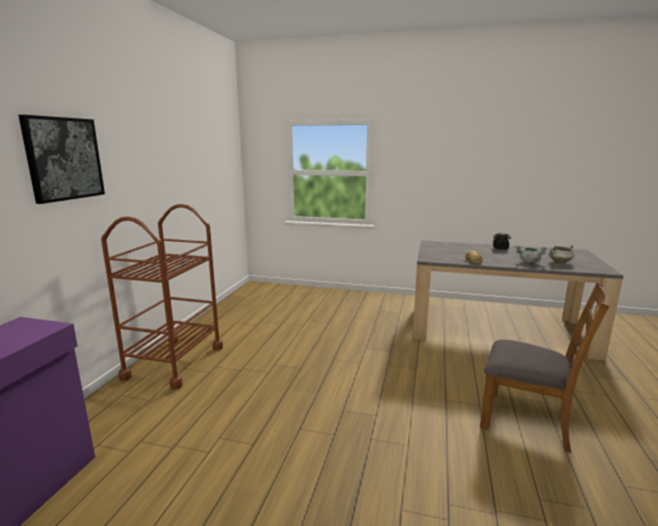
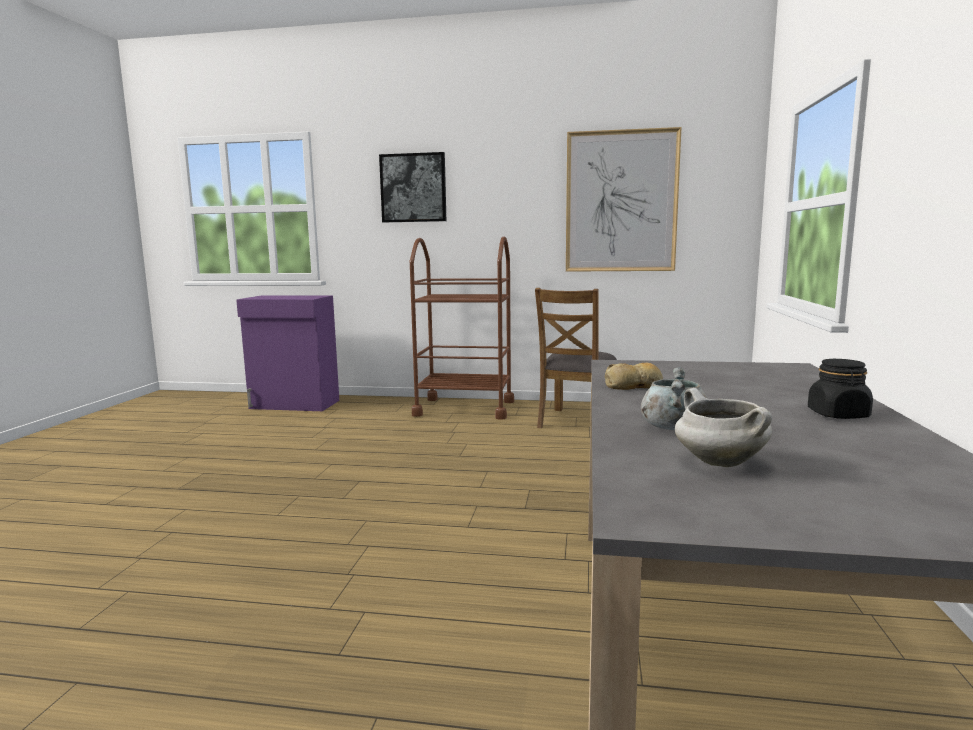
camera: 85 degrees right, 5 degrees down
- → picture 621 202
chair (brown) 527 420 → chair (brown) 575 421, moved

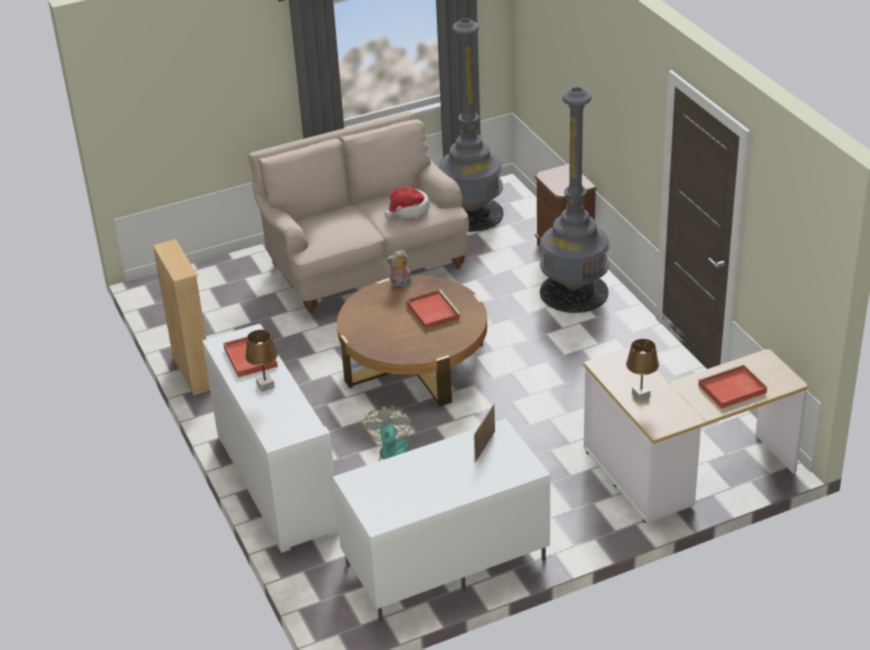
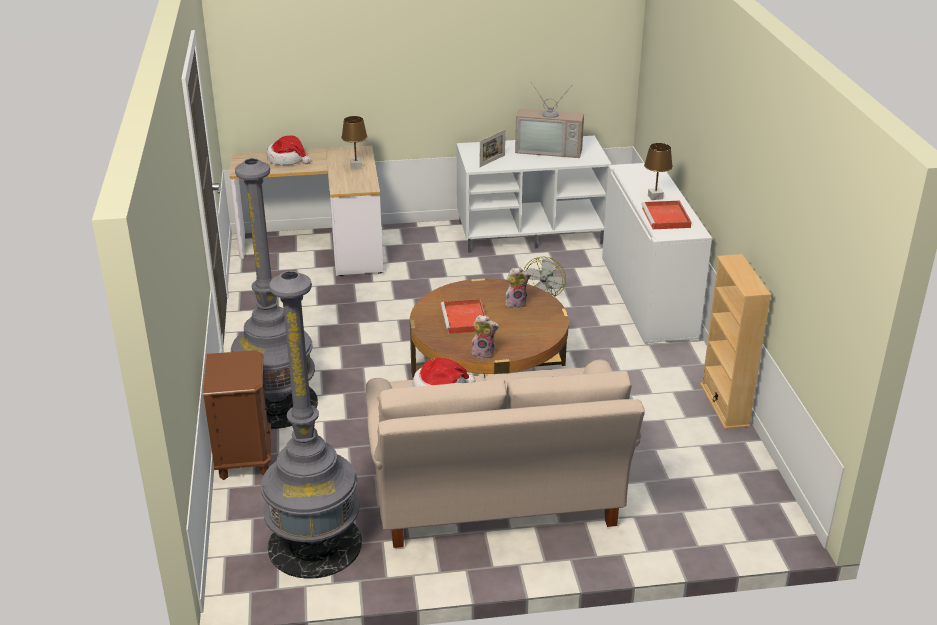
camera: 165 degrees left, 5 degrees down
- → plush toy 516 303
- → television 549 149
tray (red) 731 389 → hat 287 159

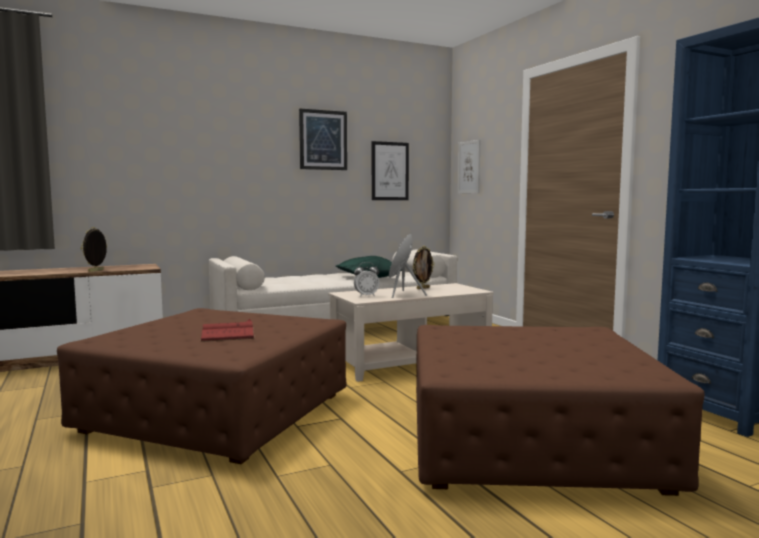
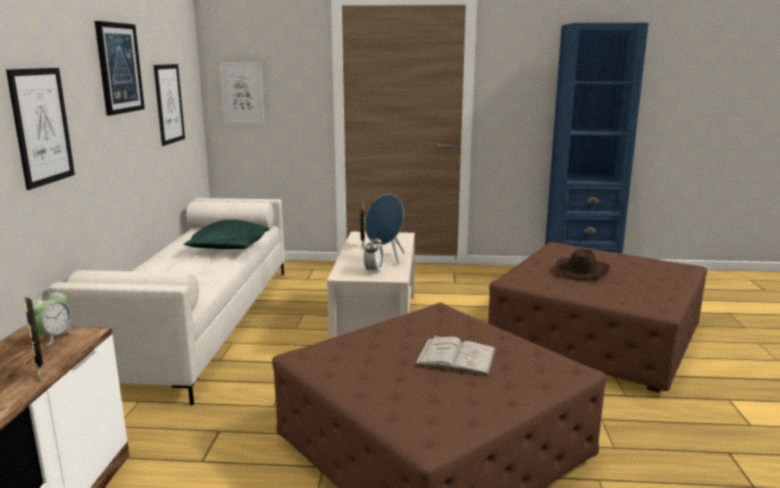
camera: 60 degrees left, 10 degrees up
- → picture 42 126
- → alarm clock 54 337
- → hat (brown) 582 271
book (red) 228 332 → book (white) 455 358

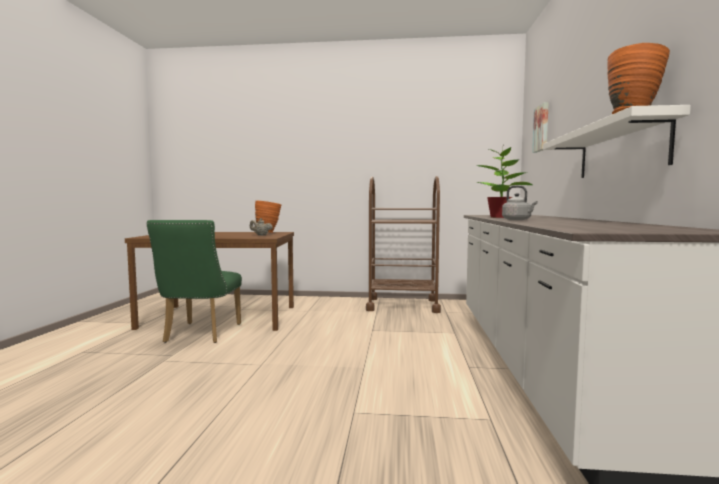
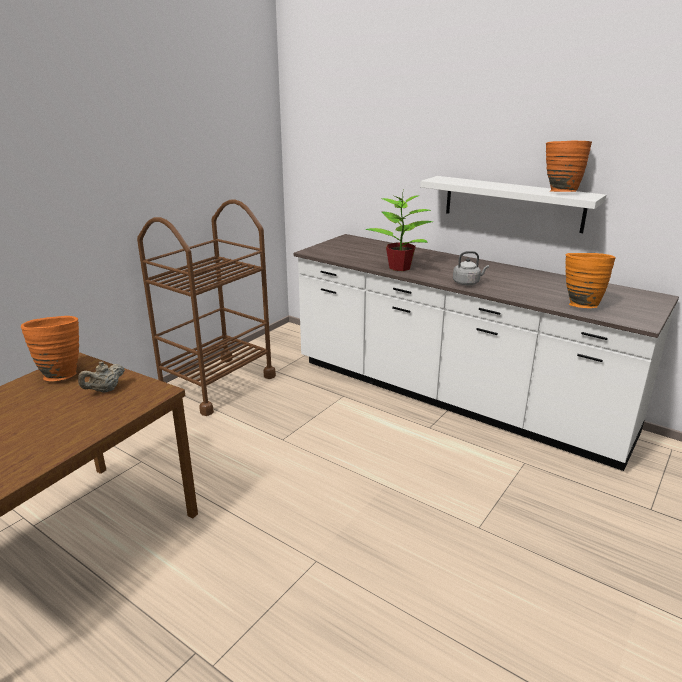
camera: 60 degrees left, 20 degrees up
chair (green) 199 335 → -
picture 542 128 → -
- → vase (orange) 580 304

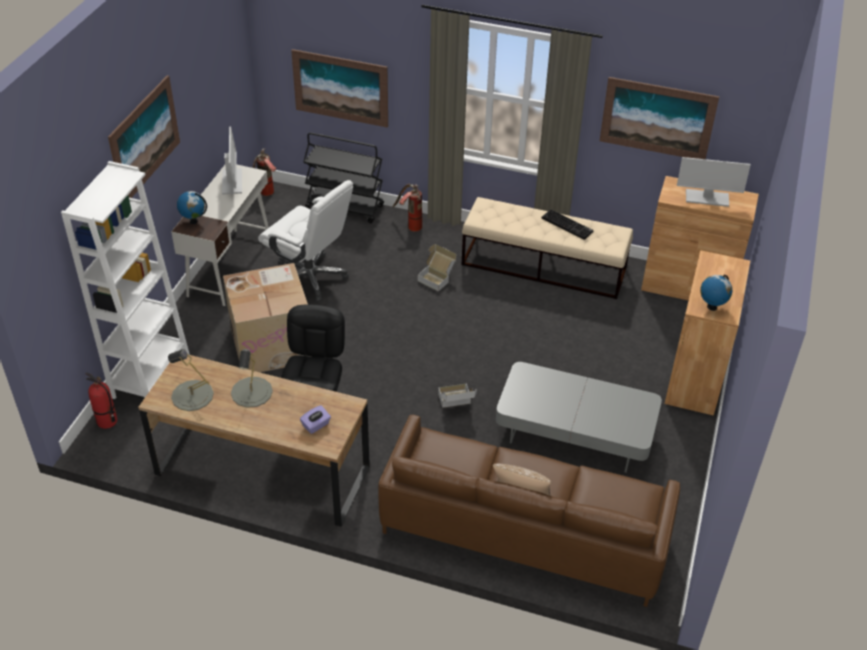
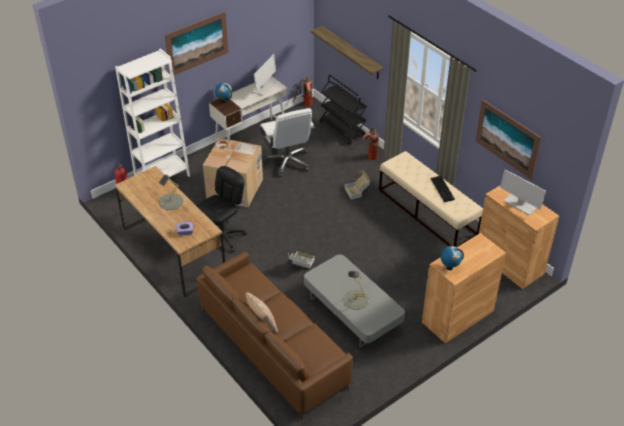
camera: 35 degrees right, 0 degrees up
table lamp (grey) 192 395 → table lamp (grey) 355 299, moved
picture 340 88 → shelf 351 53

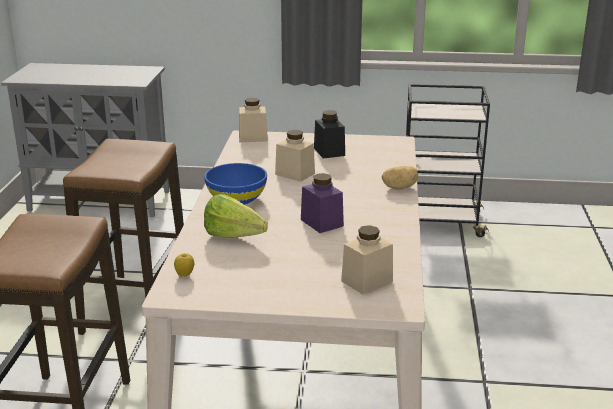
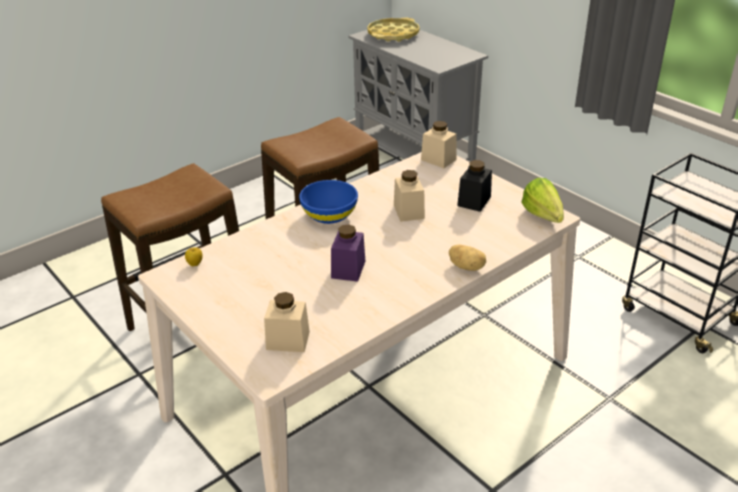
camera: 45 degrees right, 10 degrees up
- → tray (yellow) 393 34
lettuce 237 238 → lettuce 544 218, moved

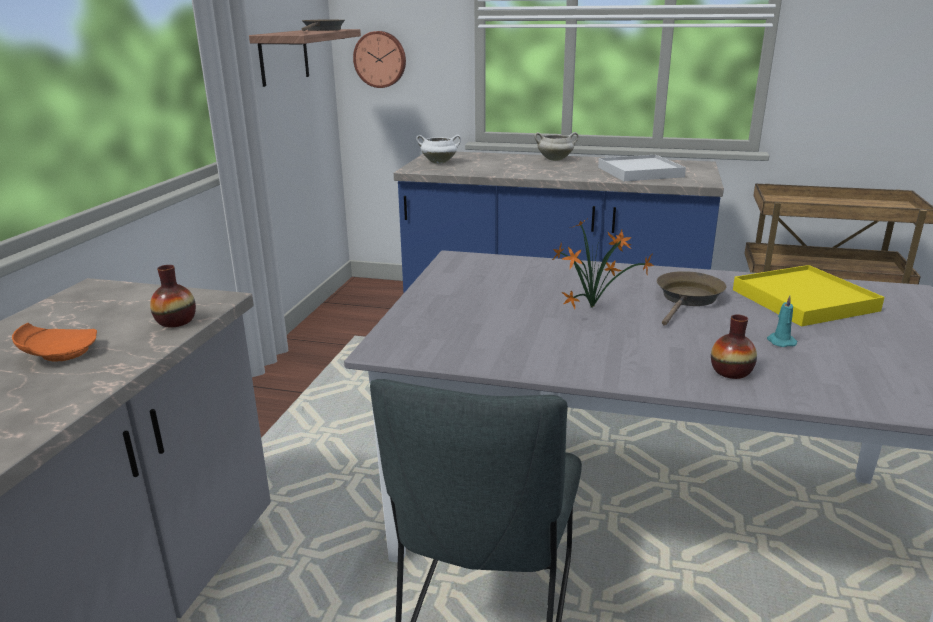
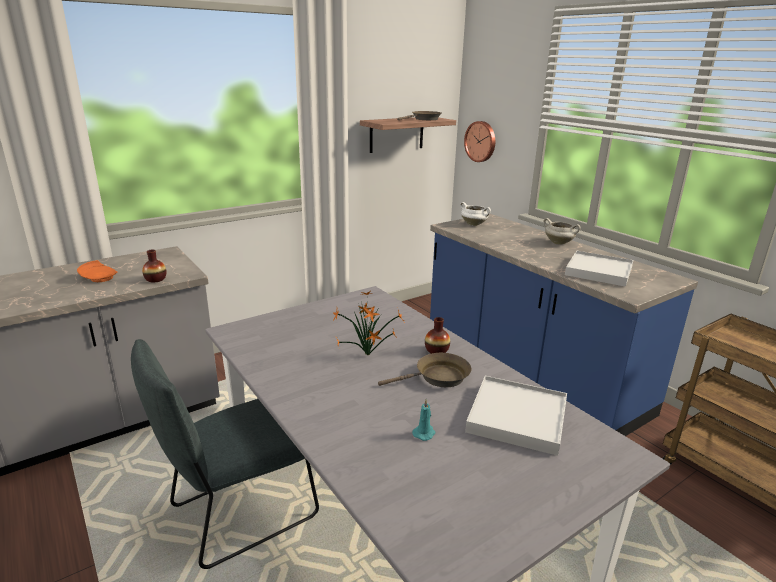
camera: 40 degrees right, 0 degrees up
vase 731 371 → vase 436 350, moved
tray (yellow) 804 300 → tray (white) 517 417

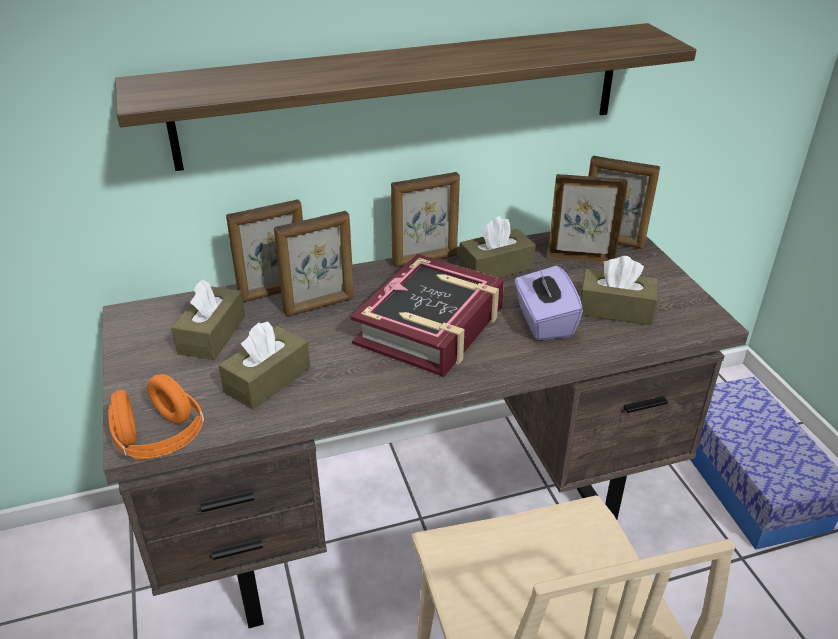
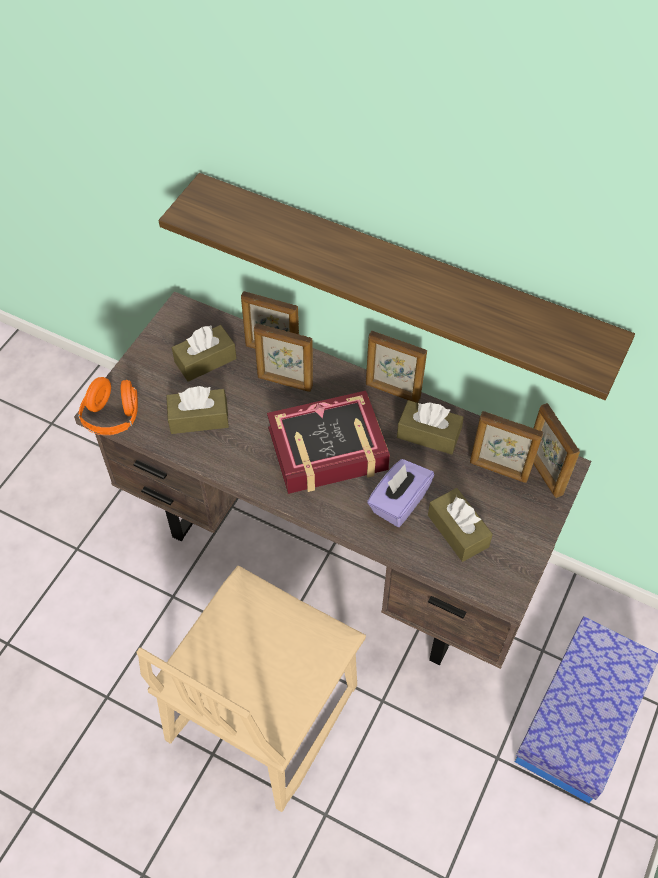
camera: 45 degrees right, 20 degrees up
picture frame 580 258 → picture frame 499 470, 150 degrees clockwise

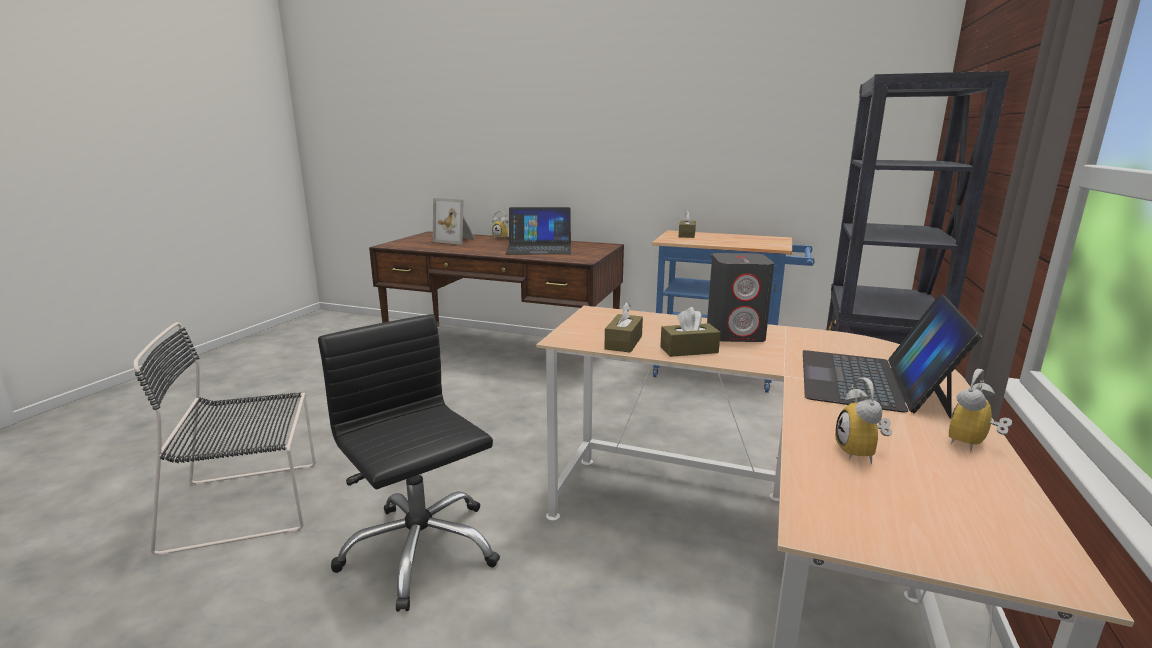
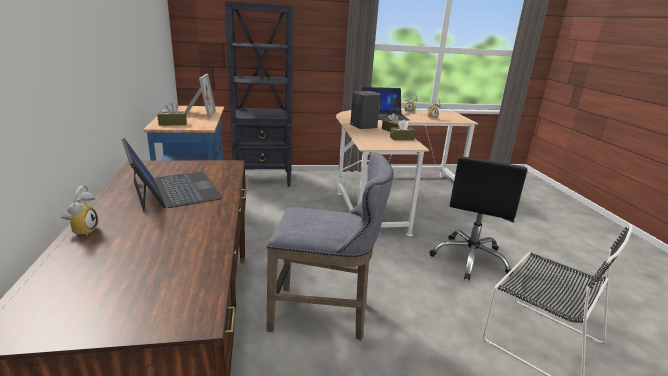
camera: 120 degrees left, 5 degrees up
- → stool (grey) 325 315
picture frame 456 240 → picture frame 198 113, moved

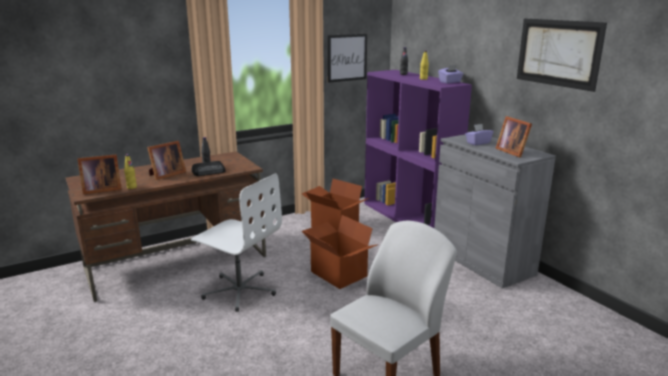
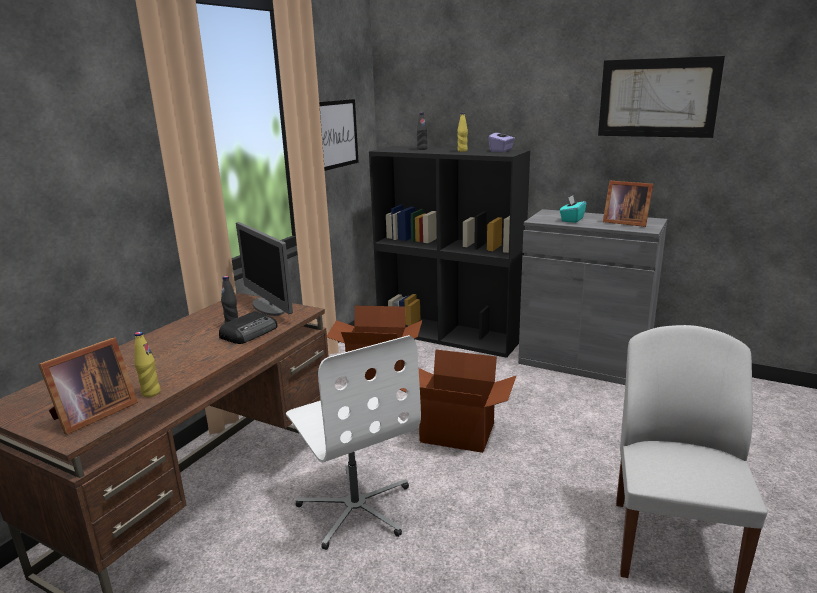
camera: 30 degrees left, 0 degrees up
picture frame 166 175 → -
- → monitor 268 307
bookcase (purple) 409 218 → bookcase (black) 450 335
tissue box (purple) 478 143 → tissue box (turquoise) 572 219
office chair (white) 240 290 → office chair (white) 356 507, 60 degrees clockwise

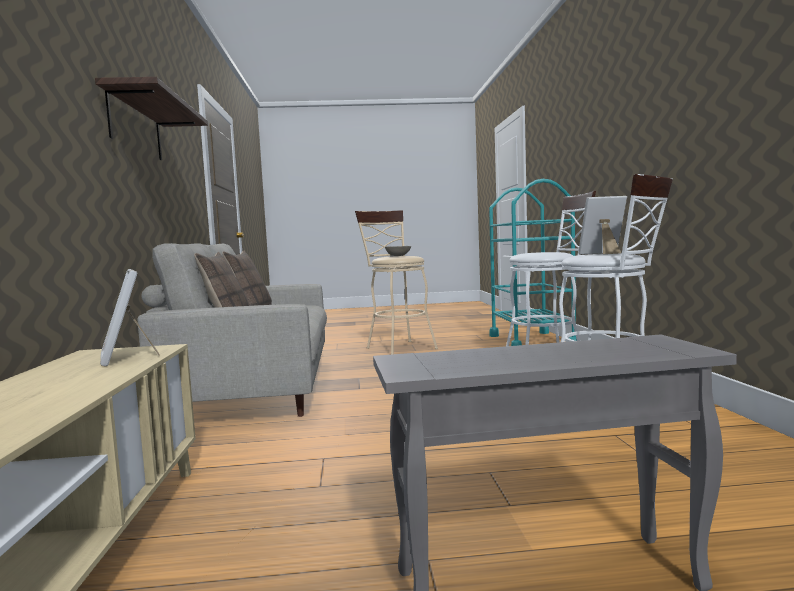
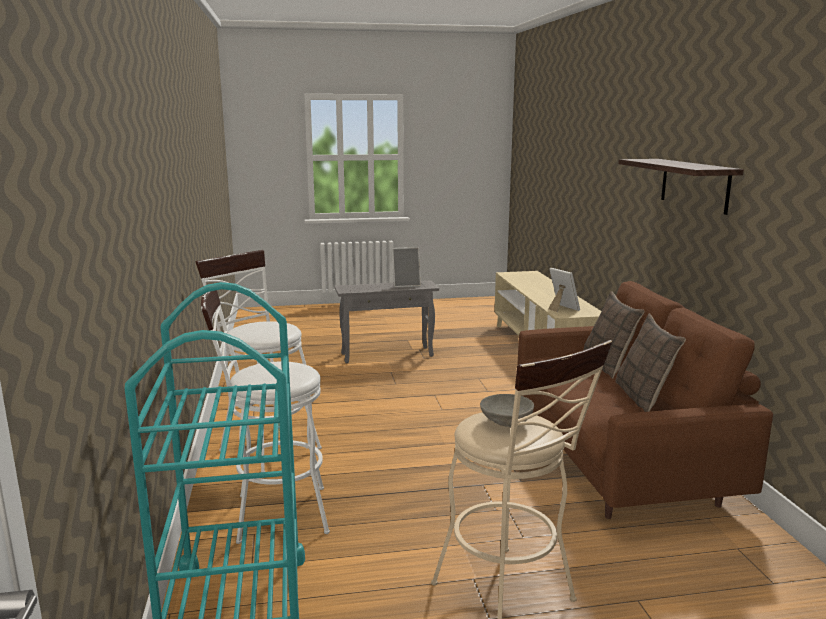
camera: 175 degrees right, 10 degrees up
picture frame 603 253 → picture frame 406 285, moved
sofa (grey) 257 390 → sofa (brown) 618 460

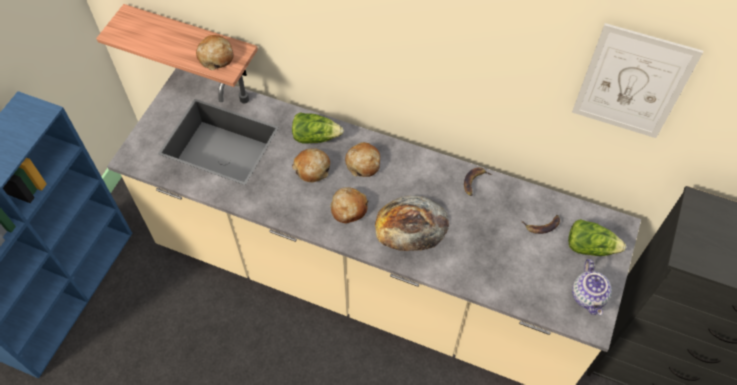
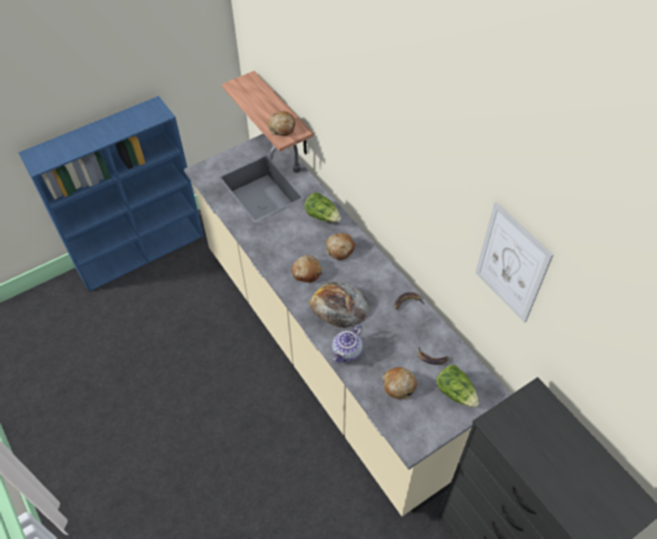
camera: 35 degrees right, 5 degrees down
bread 312 168 → bread 399 385, moved
teapot 589 296 → teapot 347 352, moved

